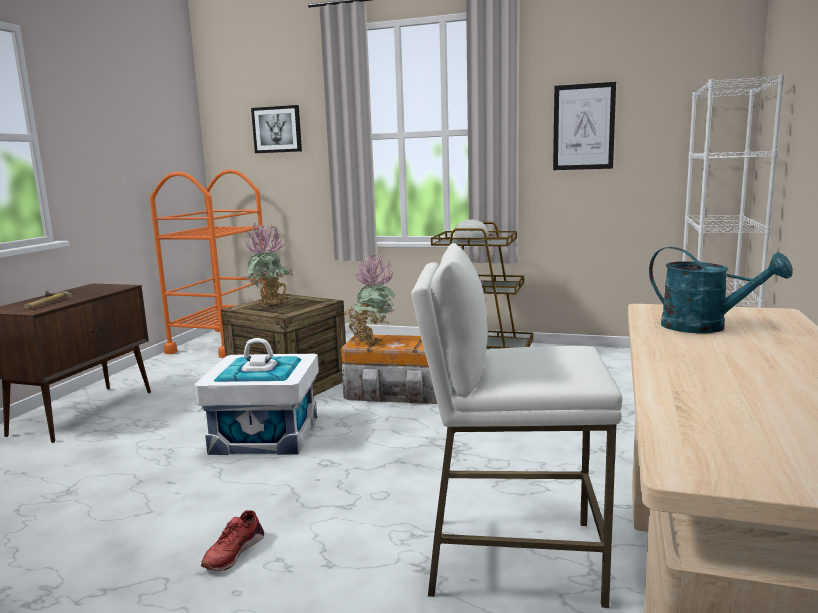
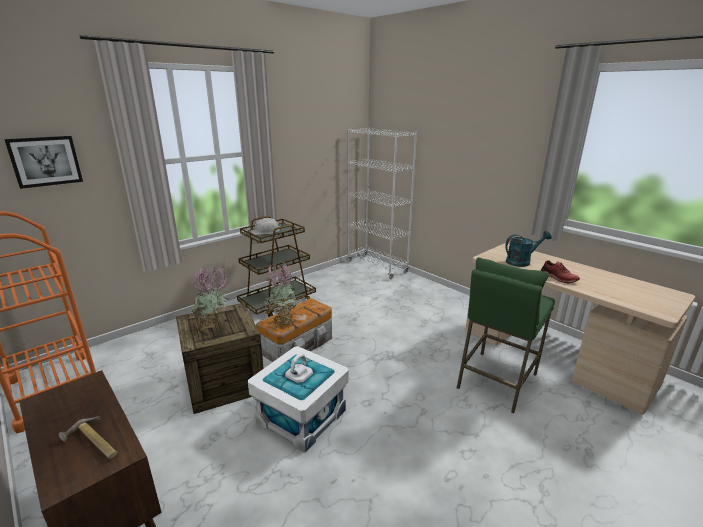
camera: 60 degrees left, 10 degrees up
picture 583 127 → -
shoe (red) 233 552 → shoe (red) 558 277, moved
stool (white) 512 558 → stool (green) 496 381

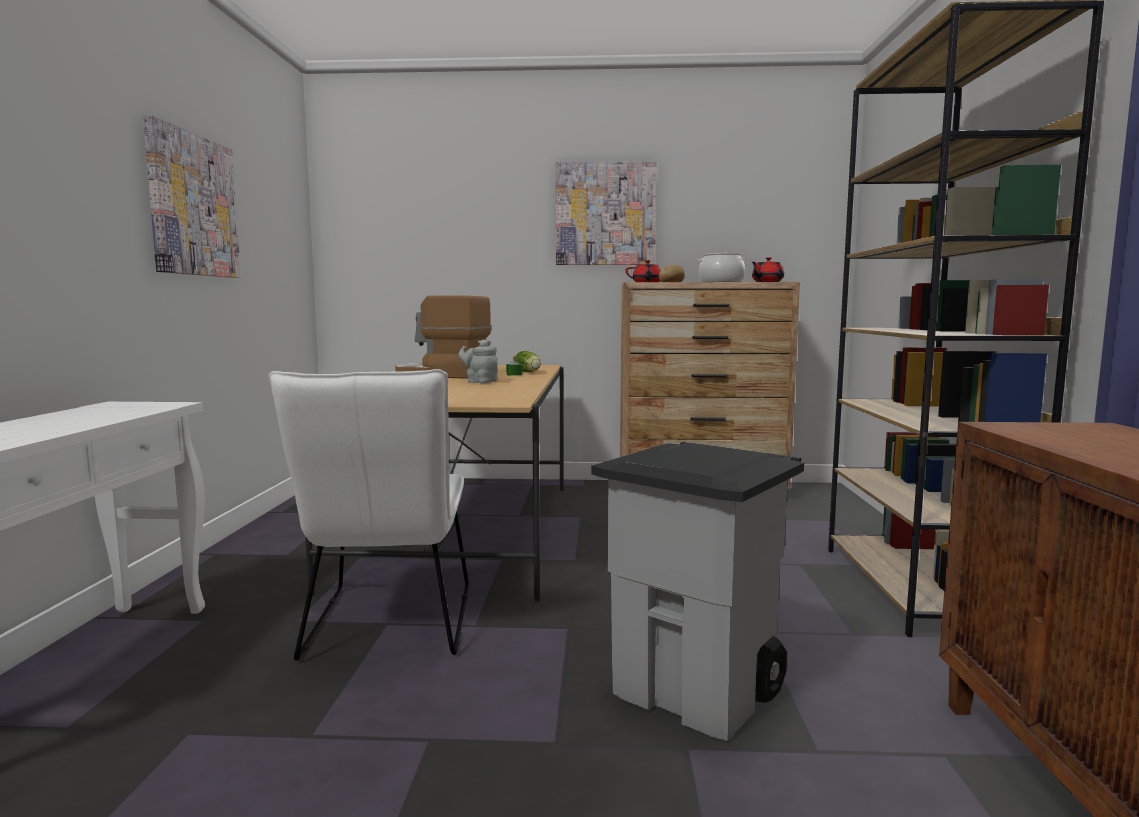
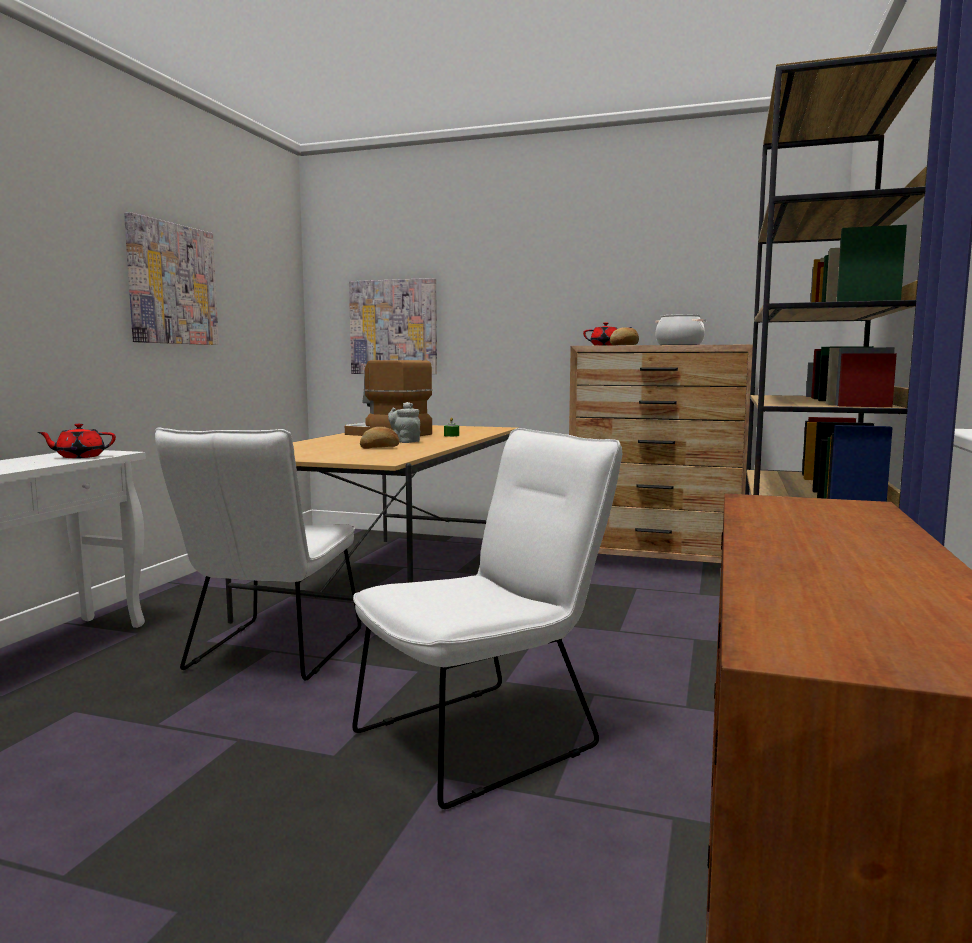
camera: 15 degrees right, 0 degrees up
lettuce 529 372 → -
- → bread 380 448
picture 605 214 → picture 393 327, moved
teapot (red) 767 282 → teapot (red) 79 457, moved
trash can (grey) 698 692 → chair (white) 489 735

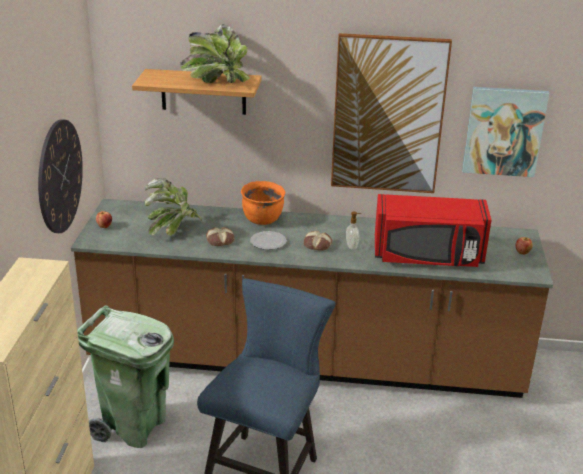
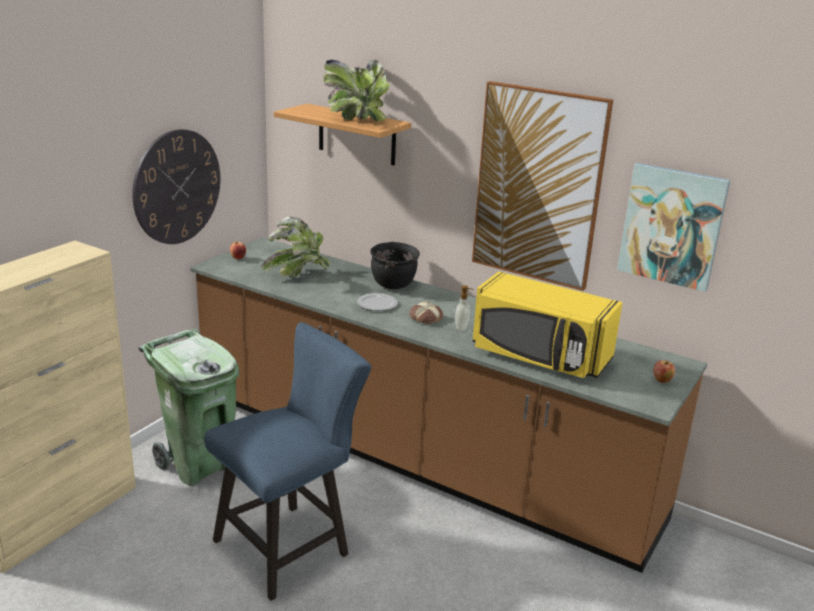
camera: 25 degrees right, 5 degrees down
bread 220 241 → -
cooking pot (orange) 263 219 → cooking pot (black) 393 285
microwave (red) 428 256 → microwave (yellow) 539 356

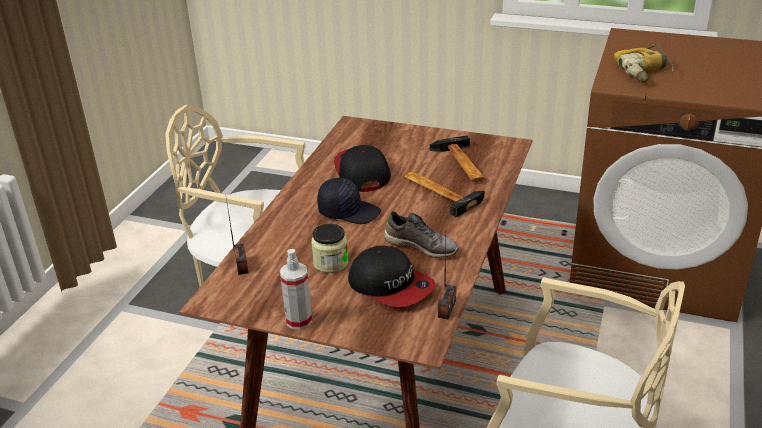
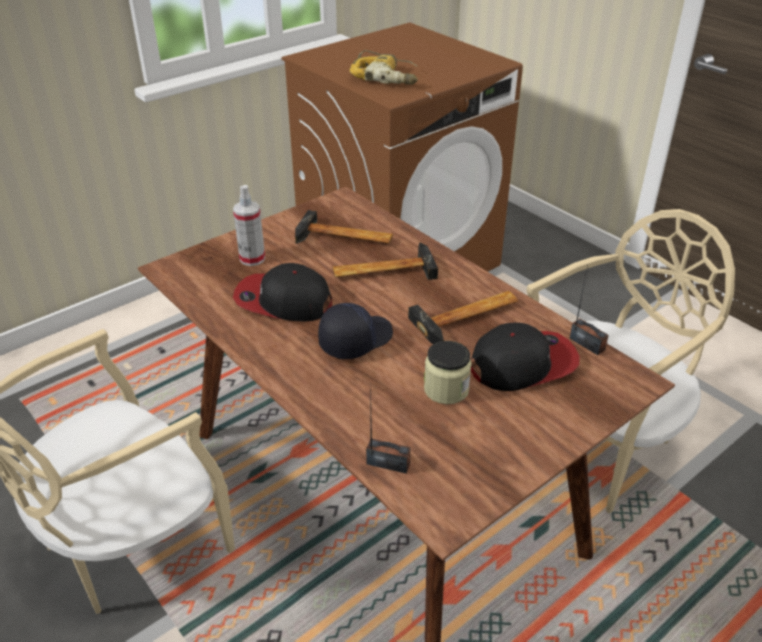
camera: 60 degrees left, 5 degrees up
spray bottle 299 320 → spray bottle 252 259, moved
shoe (grey) 421 246 → hammer 469 318

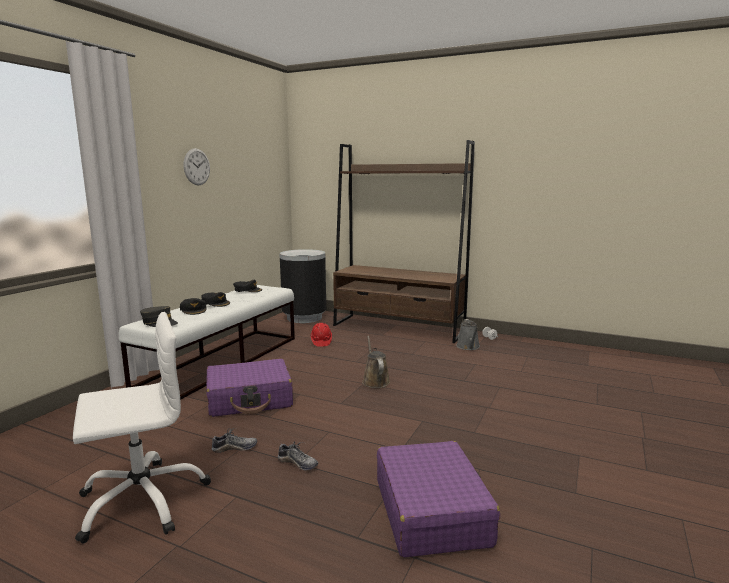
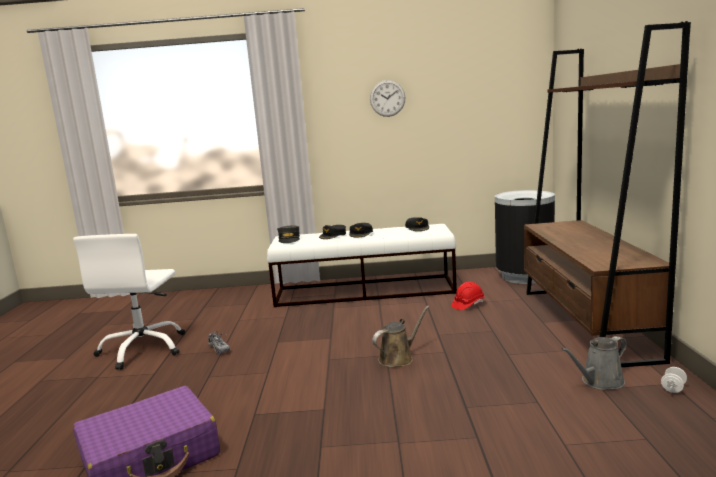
camera: 65 degrees right, 0 degrees up
suitcase (purple) 250 399 → -
shoe 298 463 → -
office chair (white) 142 500 → office chair (white) 143 349, 60 degrees clockwise

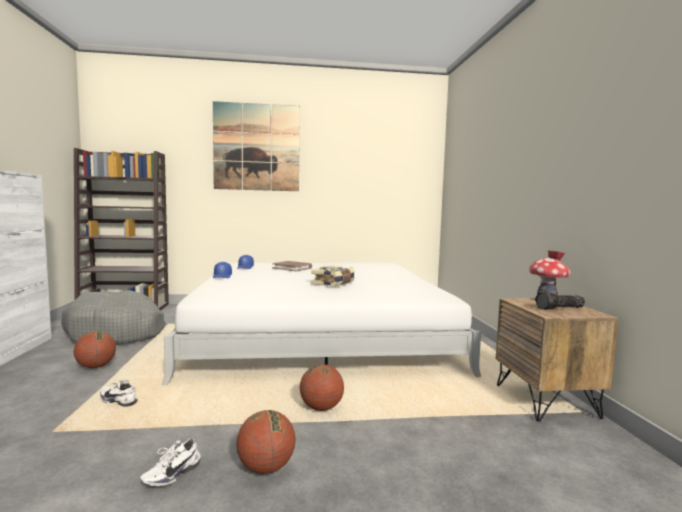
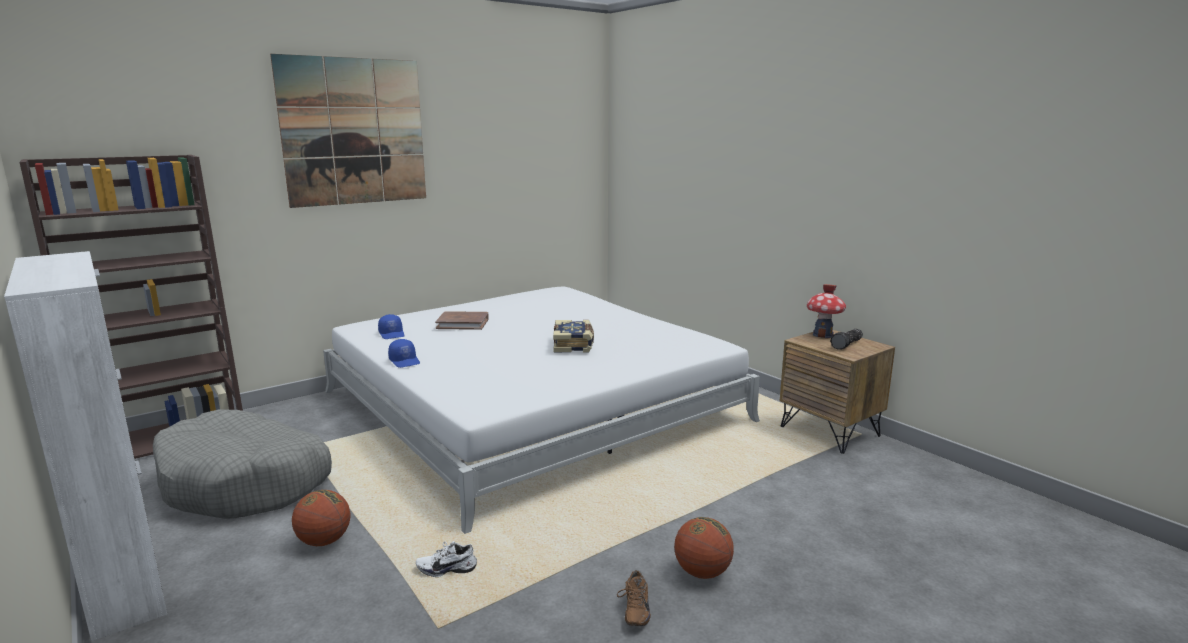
camera: 30 degrees left, 10 degrees up
basketball 321 408 → -
shoe (white) 171 474 → shoe (brown) 634 611

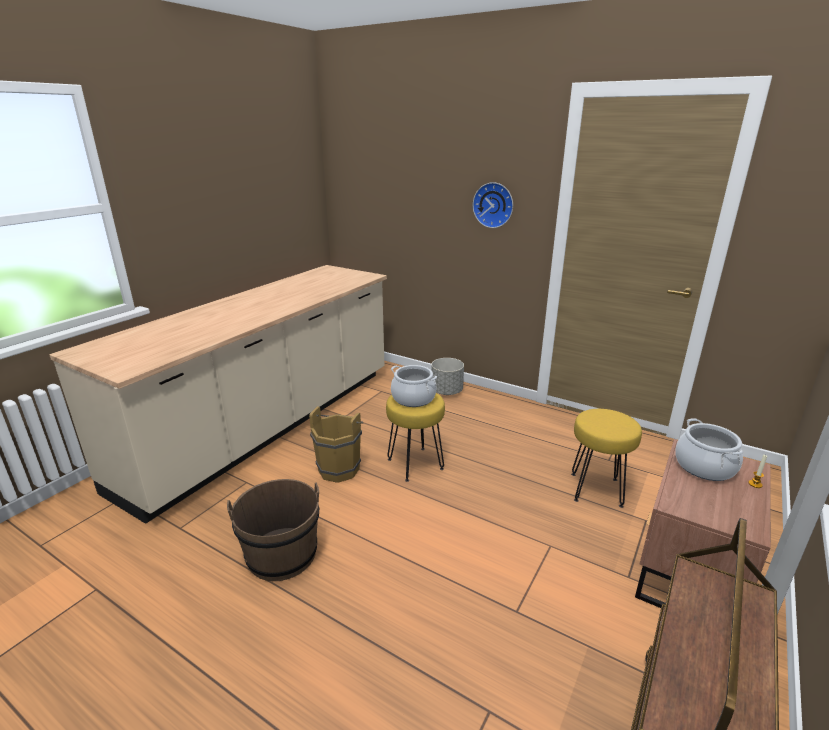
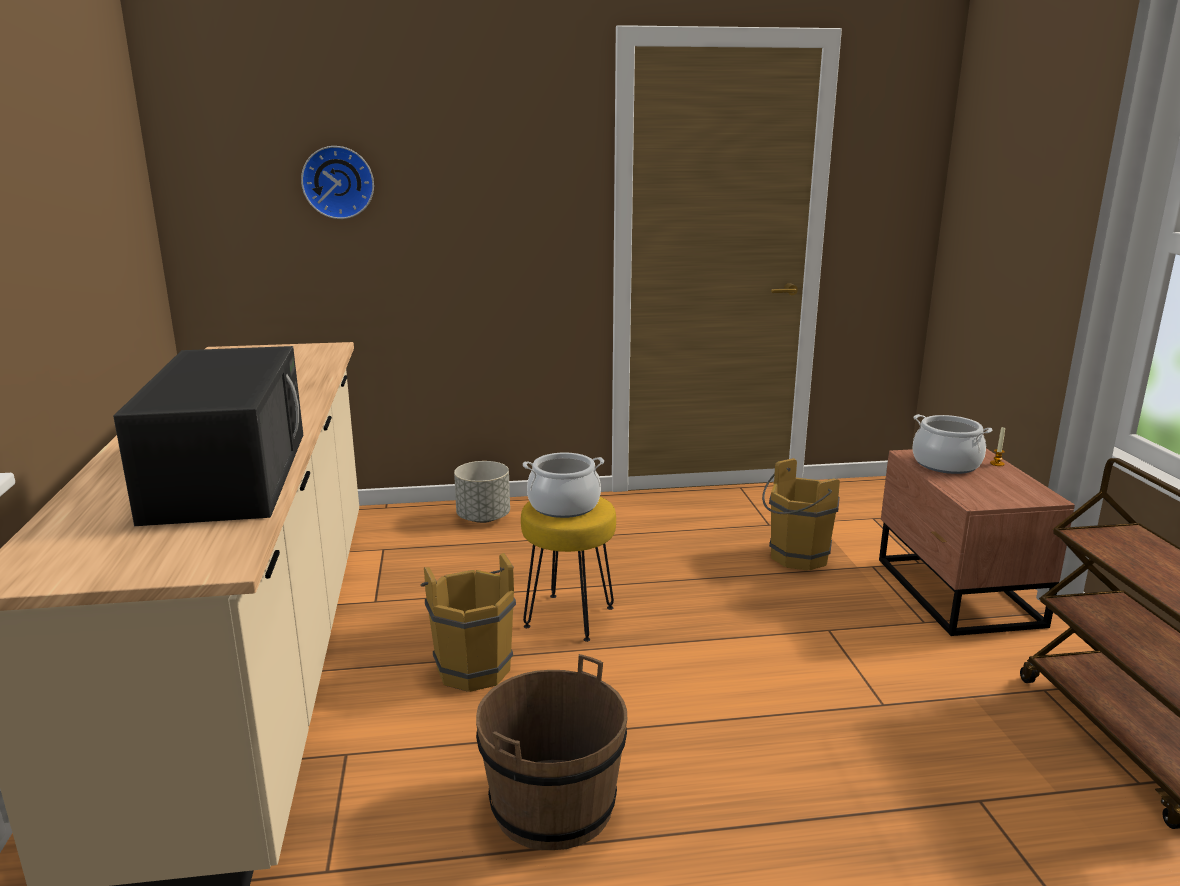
camera: 40 degrees left, 5 degrees down
- → microwave (black) 228 473
wall clock 494 205 → wall clock 338 182, moved
stool (yellow) 595 489 → bucket (brown) 795 558

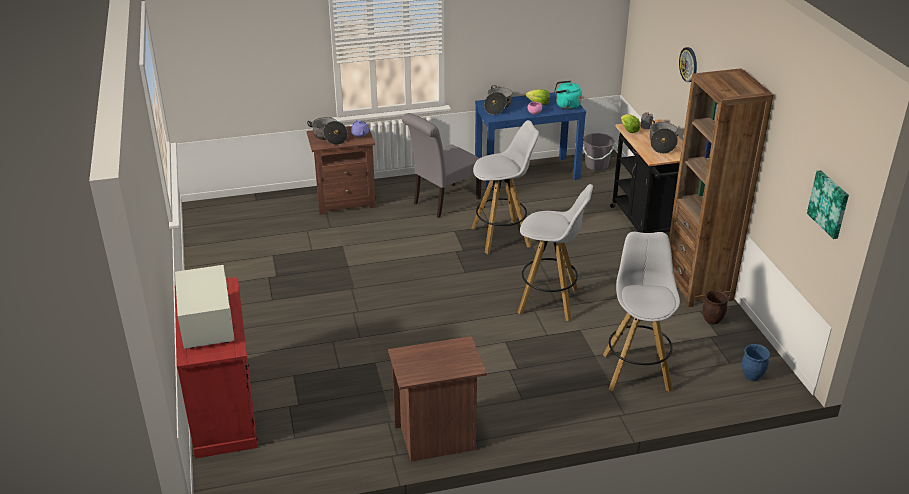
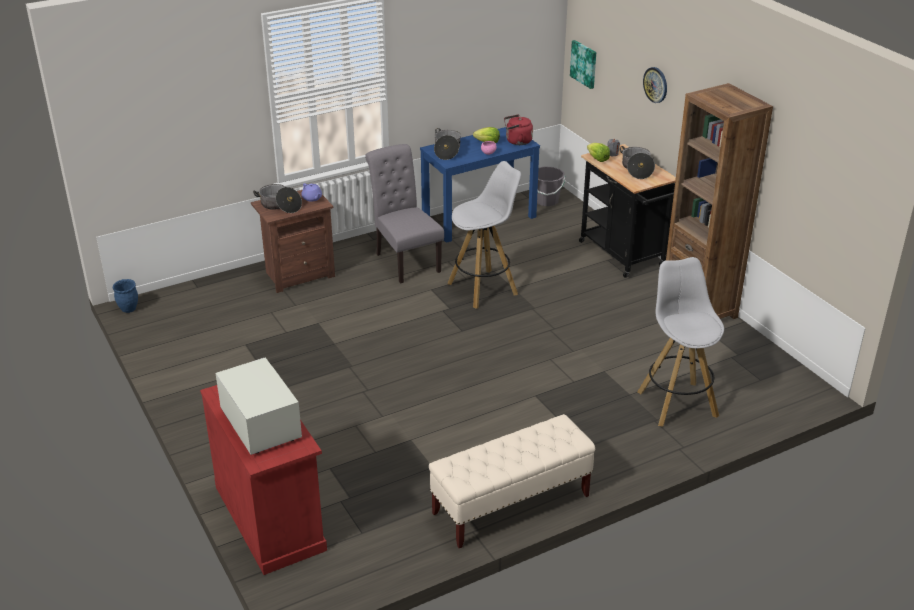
camera: 15 degrees left, 0 degrees up
stool (white) 549 301 → -
planter (brown) 712 321 → -
planter (blue) 751 376 → planter (blue) 128 309, moved
picture 829 204 → picture 584 64, moved
nightstand (brown) 437 438 → bench (beige) 510 505
kettle (turquoise) 566 106 → kettle (red) 517 141
chair (grey) 443 202 → chair (grey) 405 261, 120 degrees clockwise

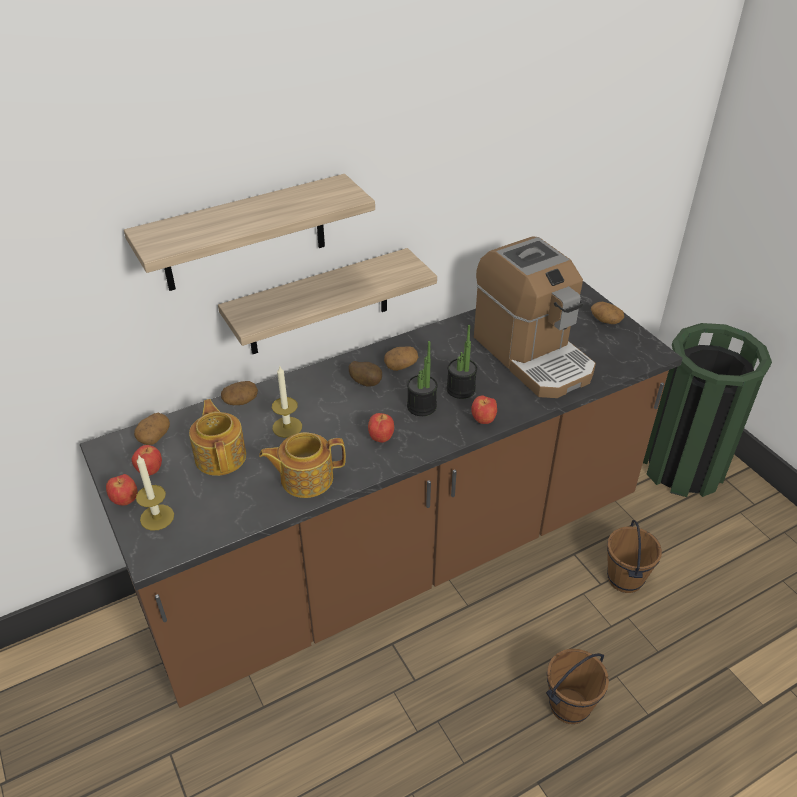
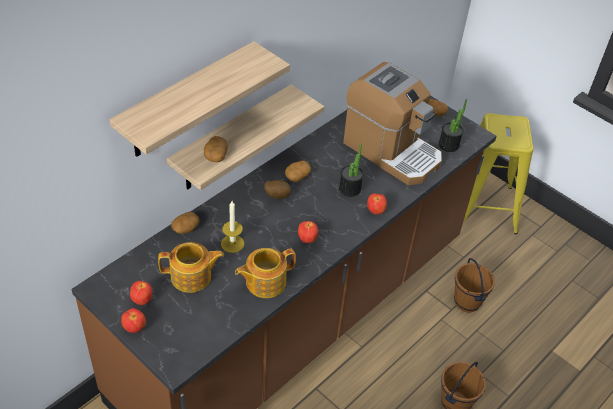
camera: 20 degrees left, 5 degrees up
candle 157 517 → -
potato 154 436 → potato 215 155, moved
potted plant 421 406 → potted plant 448 145, moved
trash can (green) 683 467 → stool (yellow) 484 207
teapot 221 456 → teapot 192 277, 120 degrees clockwise

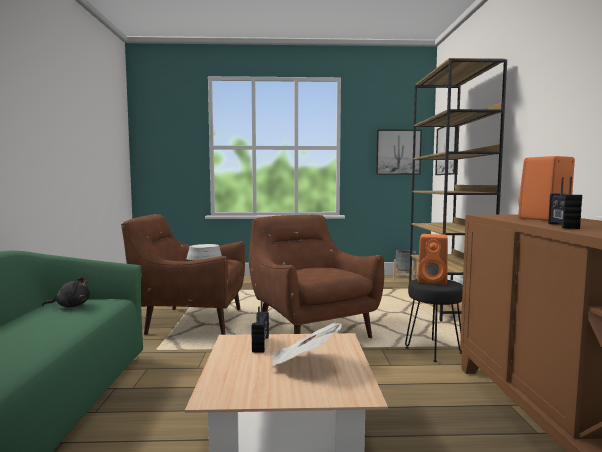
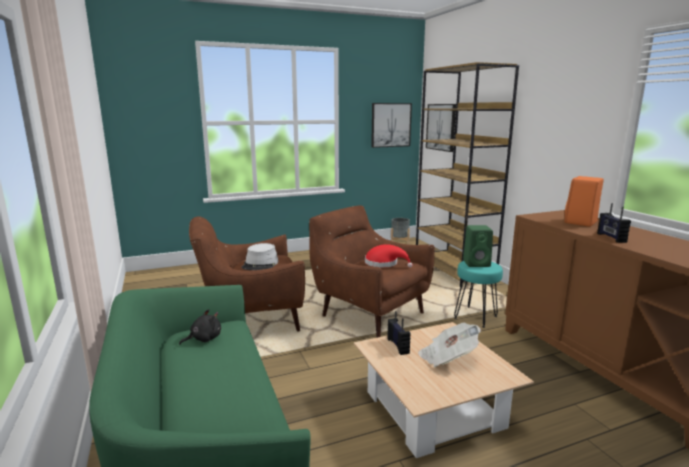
camera: 20 degrees left, 10 degrees up
- → hat (red) 384 263
stool (black) 434 350 → stool (turquoise) 476 317
speaker (orange) 433 281 → speaker (green) 477 263

